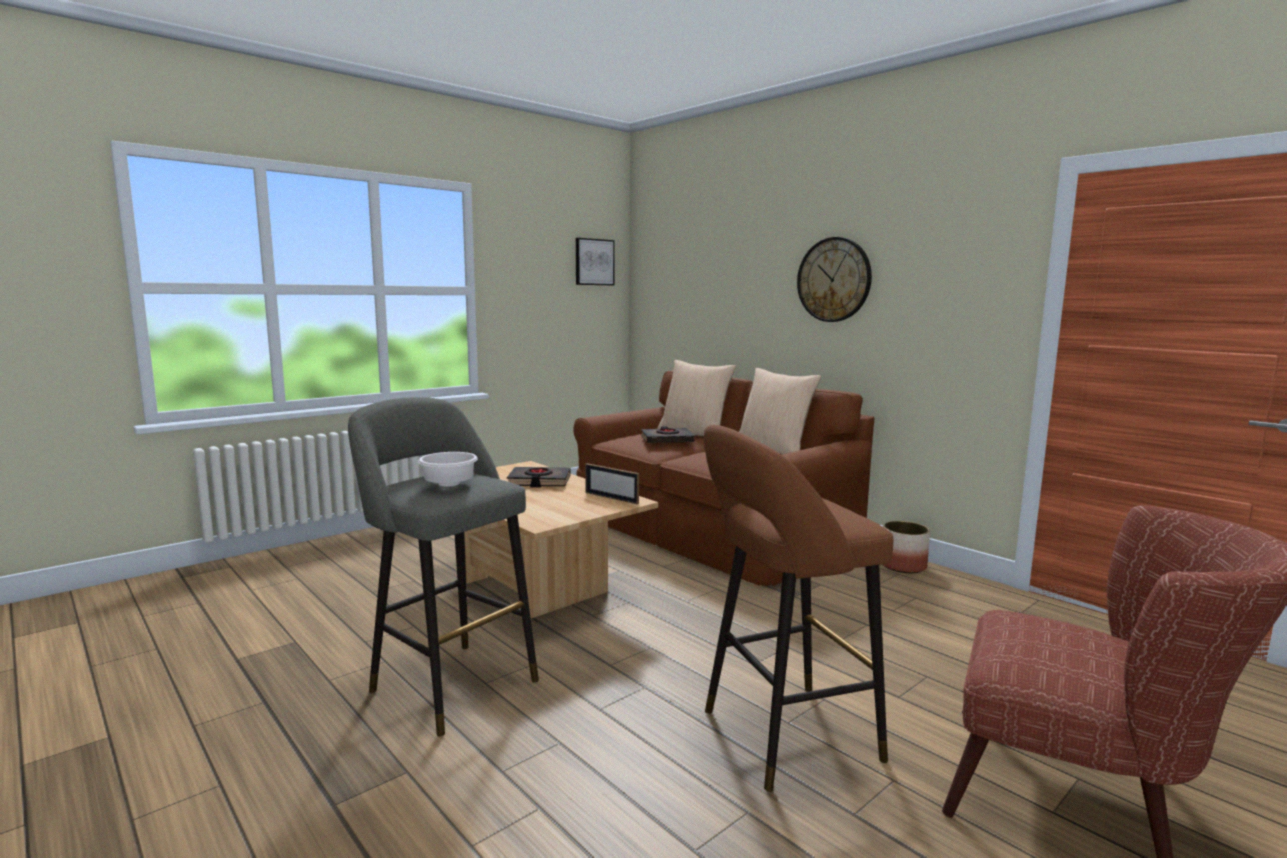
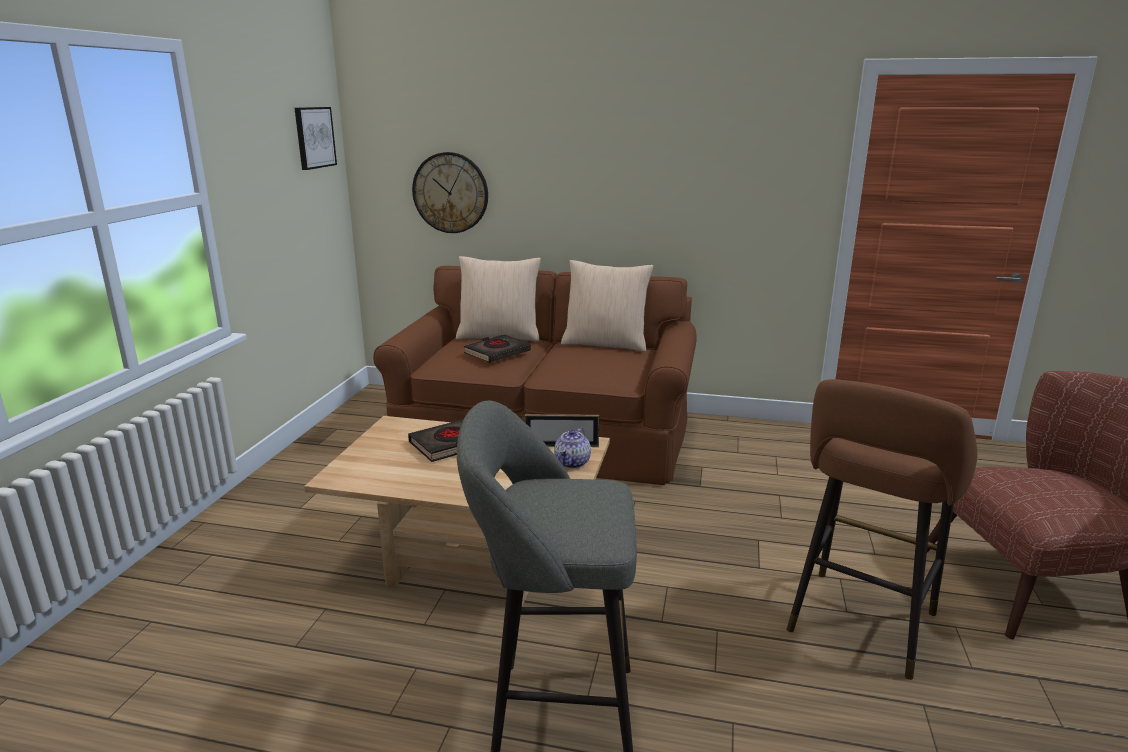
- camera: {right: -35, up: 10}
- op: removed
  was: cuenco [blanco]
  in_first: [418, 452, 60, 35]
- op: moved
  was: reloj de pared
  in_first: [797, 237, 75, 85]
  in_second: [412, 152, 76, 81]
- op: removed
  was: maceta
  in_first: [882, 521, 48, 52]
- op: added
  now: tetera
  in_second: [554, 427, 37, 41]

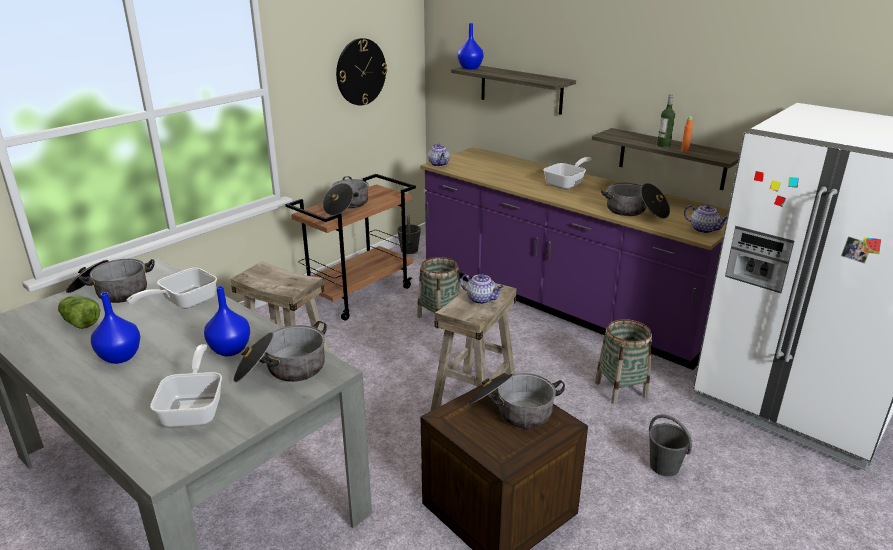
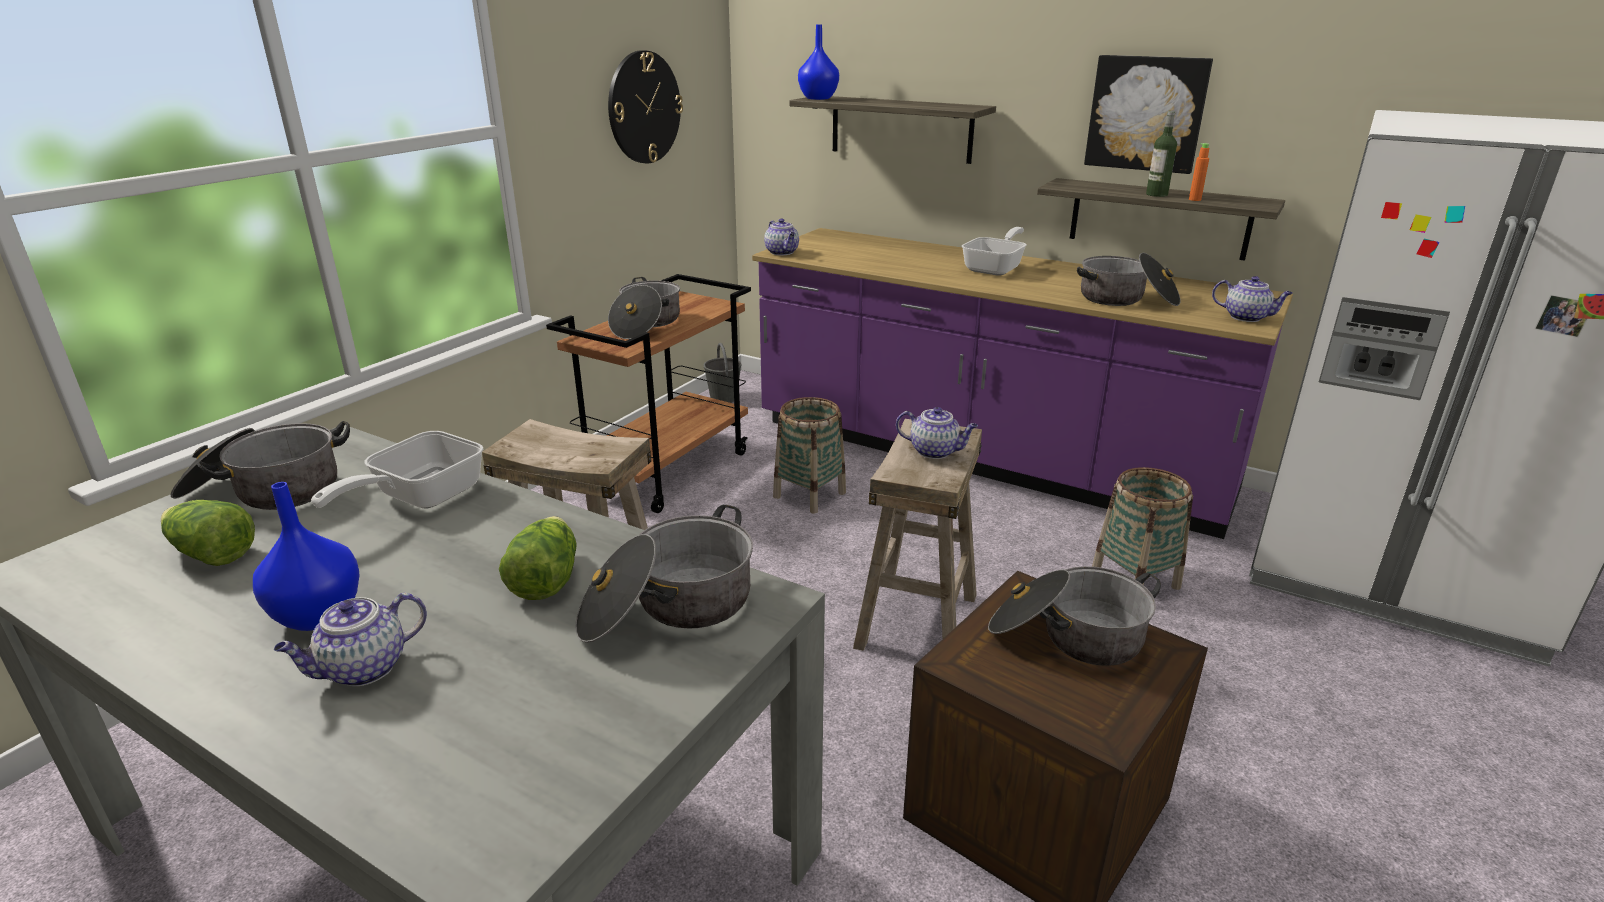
- camera: {right: -10, up: 0}
- op: removed
  was: sartén
  in_first: [150, 344, 72, 83]
- op: replaced
  was: florero [azul]
  now: lechuga
  in_first: [204, 286, 46, 70]
  in_second: [499, 516, 77, 84]
- op: removed
  was: cubo [gris]
  in_first: [649, 415, 43, 62]
- op: added
  now: tetera
  in_second: [274, 593, 153, 93]
- op: added
  now: cuadro
  in_second: [1084, 55, 129, 119]

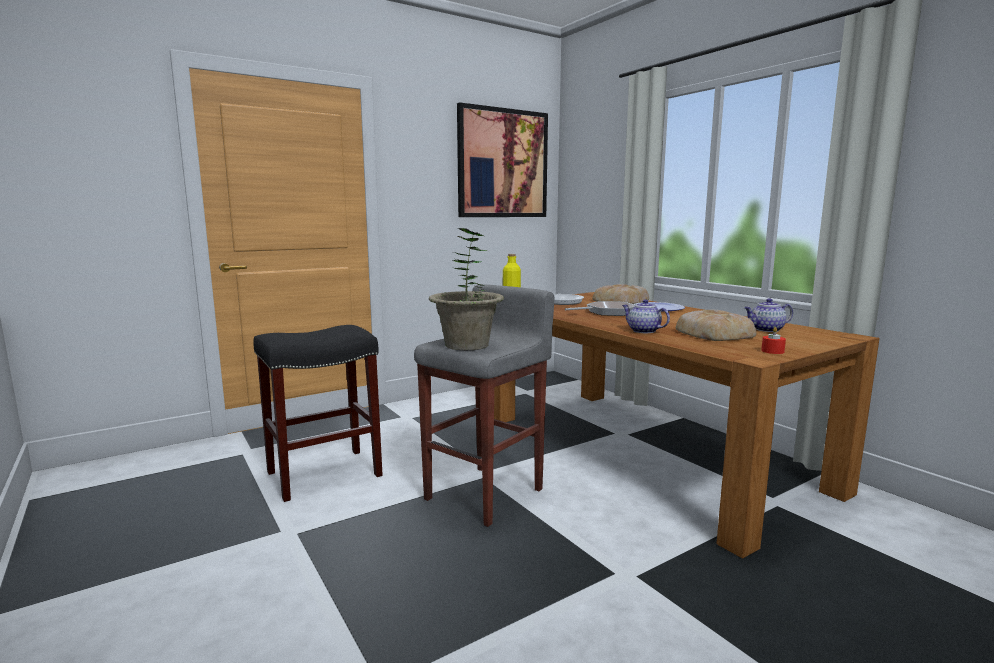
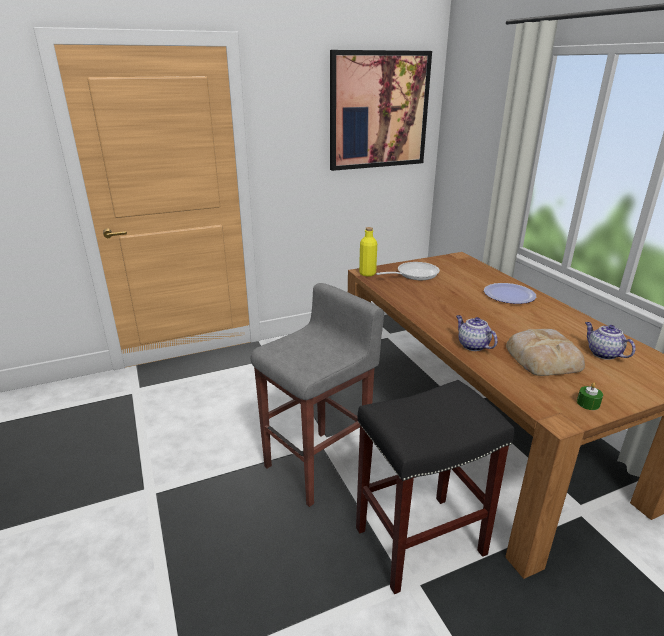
- camera: {right: 10, up: 15}
- op: moved
  was: taburete [negro]
  in_first: [253, 325, 130, 177]
  in_second: [356, 380, 158, 214]
- op: removed
  was: planta en maceta
  in_first: [429, 228, 75, 122]
- op: removed
  was: sartén
  in_first: [565, 301, 70, 15]
- op: removed
  was: pan
  in_first: [592, 284, 57, 20]
- op: turned
  was: tetera
  in_first: [744, 298, 49, 34]
  in_second: [585, 322, 51, 38]
  clockwise: 60
- op: recoloured
  was: vela [rojo]
  now: vela [verde]
  in_first: [761, 327, 25, 27]
  in_second: [577, 383, 26, 27]

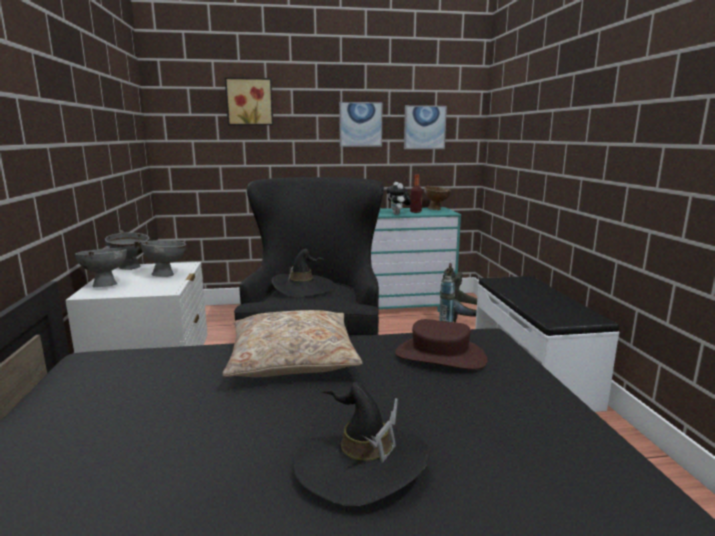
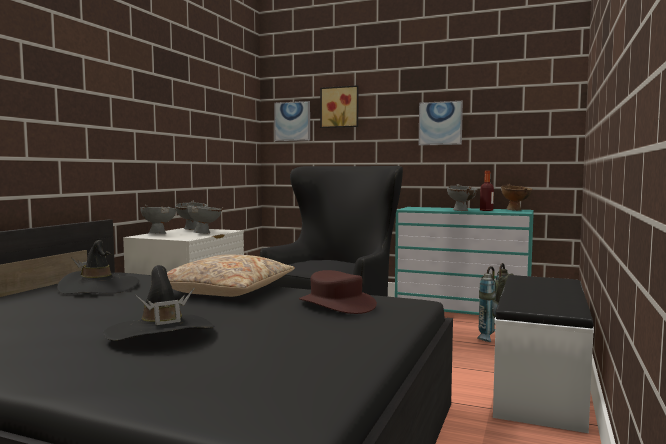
- camera: {right: 30, up: -10}
- op: moved
  was: sombrero [negro]
  in_first: [272, 249, 63, 49]
  in_second: [57, 240, 82, 54]
- op: replaced
  was: peluche
  now: cuenco [gris]
  in_first: [386, 182, 25, 33]
  in_second: [447, 184, 31, 27]
- op: moved
  was: cuadro
  in_first: [404, 105, 43, 44]
  in_second: [274, 101, 36, 40]

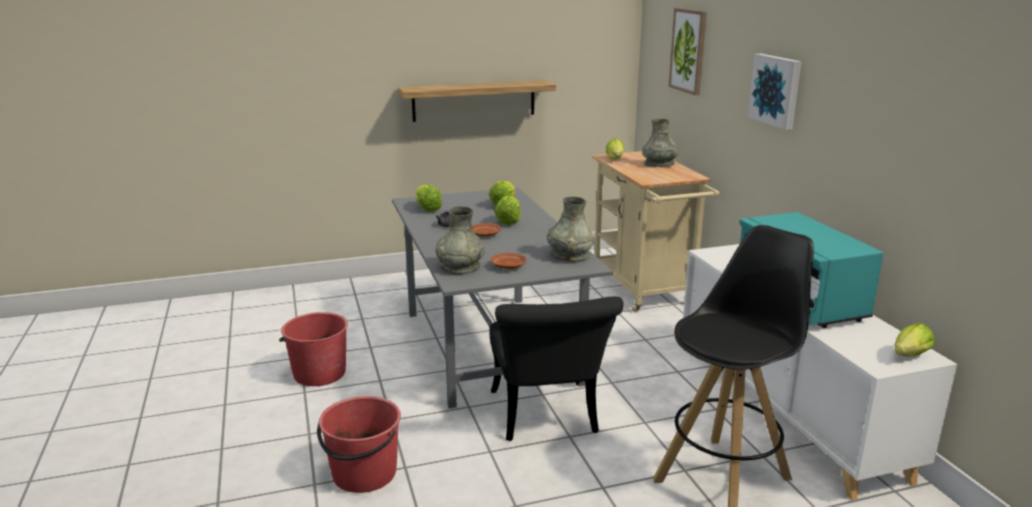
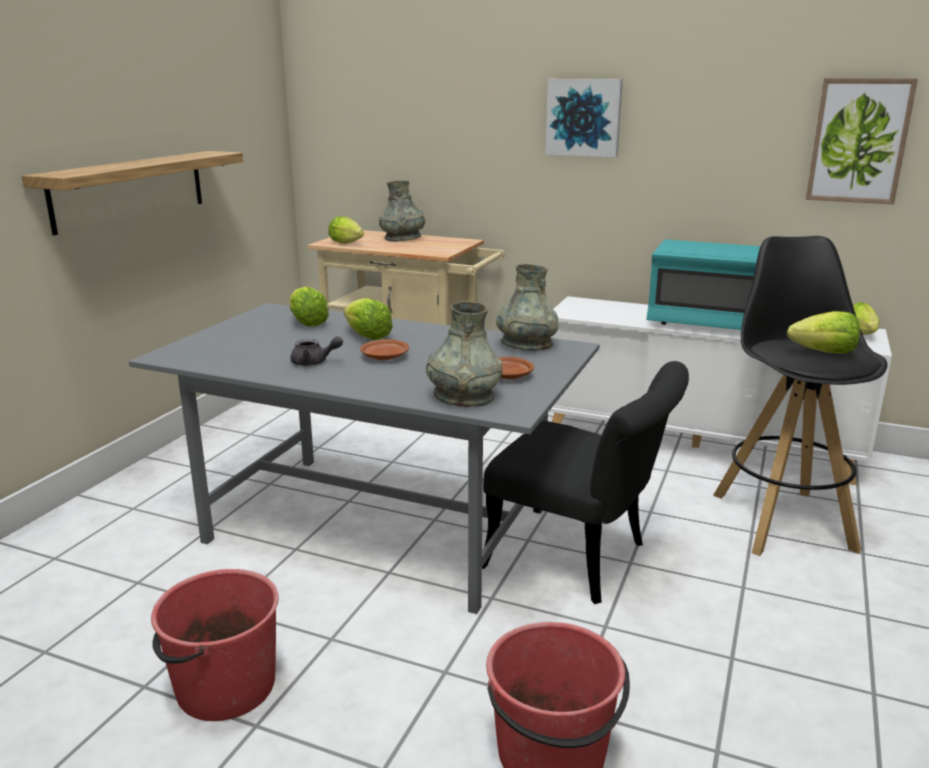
- camera: {right: -50, up: 0}
- op: moved
  was: lechuga
  in_first: [415, 184, 27, 28]
  in_second: [787, 311, 73, 43]
- op: moved
  was: cuadro
  in_first: [669, 8, 38, 87]
  in_second: [806, 78, 112, 126]

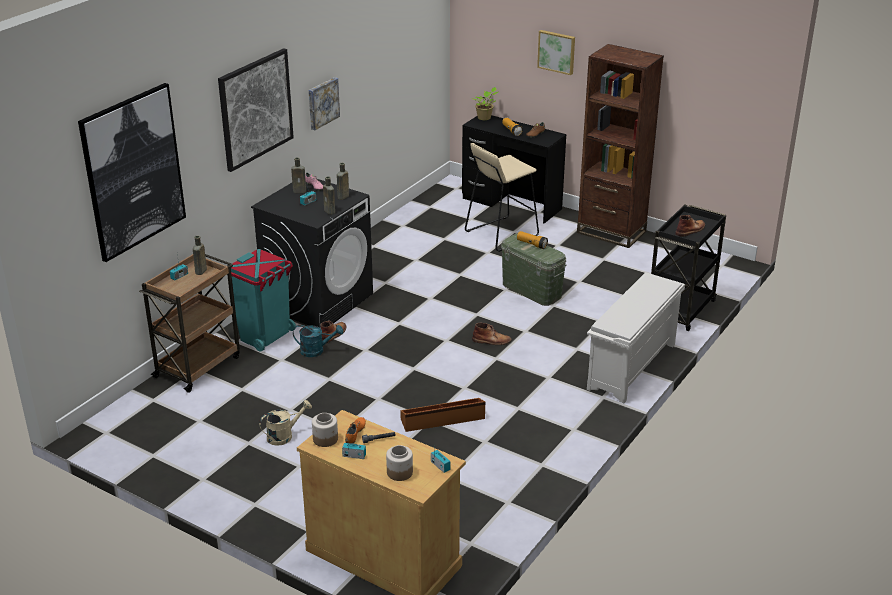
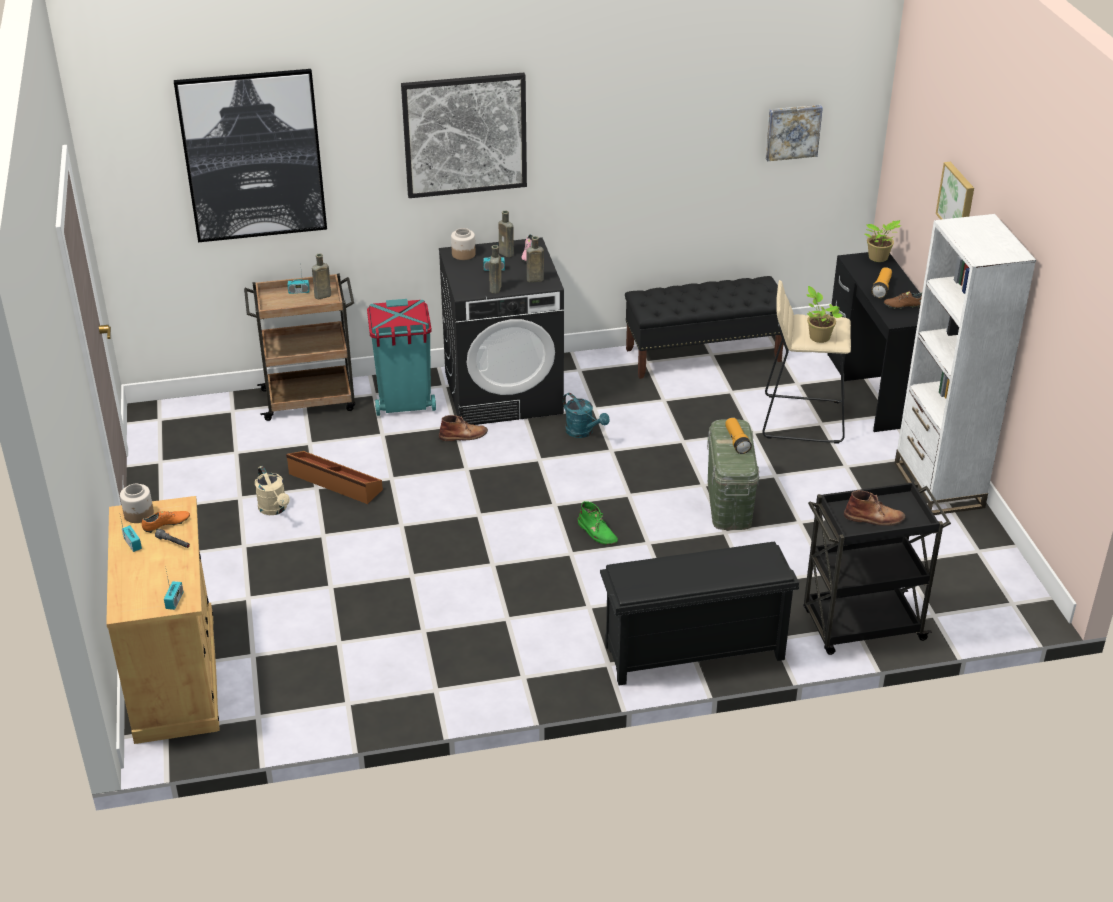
- camera: {right: 45, up: 5}
- op: turned
  was: regadera [beis]
  in_first: [259, 400, 53, 46]
  in_second: [255, 466, 35, 49]
  clockwise: 45
- op: moved
  was: regadera [turquesa]
  in_first: [293, 325, 50, 32]
  in_second: [563, 393, 46, 45]
- op: moved
  was: cuadro
  in_first: [309, 77, 31, 53]
  in_second: [765, 105, 58, 56]
- op: moved
  was: tarro
  in_first: [386, 445, 27, 36]
  in_second: [451, 228, 25, 32]
- op: moved
  was: caja de almacenaje [marrón]
  in_first: [400, 398, 85, 34]
  in_second: [286, 451, 97, 53]
- op: recoloured
  was: bota [marrón]
  now: bota [verde]
  in_first: [472, 323, 40, 22]
  in_second: [577, 501, 41, 44]
- op: recoloured
  was: estantería [marrón]
  now: estantería [blanco]
  in_first: [577, 44, 87, 204]
  in_second: [894, 214, 142, 301]
- op: recoloured
  was: zapatero [blanco]
  now: zapatero [negro]
  in_first: [587, 272, 98, 131]
  in_second: [600, 542, 199, 143]
- op: added
  now: banco [negro]
  in_second: [625, 276, 158, 103]
- op: added
  now: planta en maceta
  in_second: [806, 286, 37, 57]

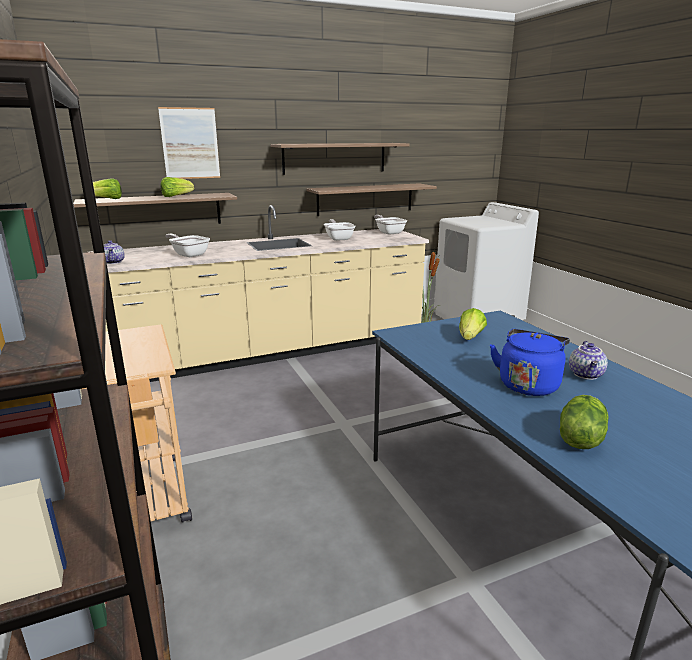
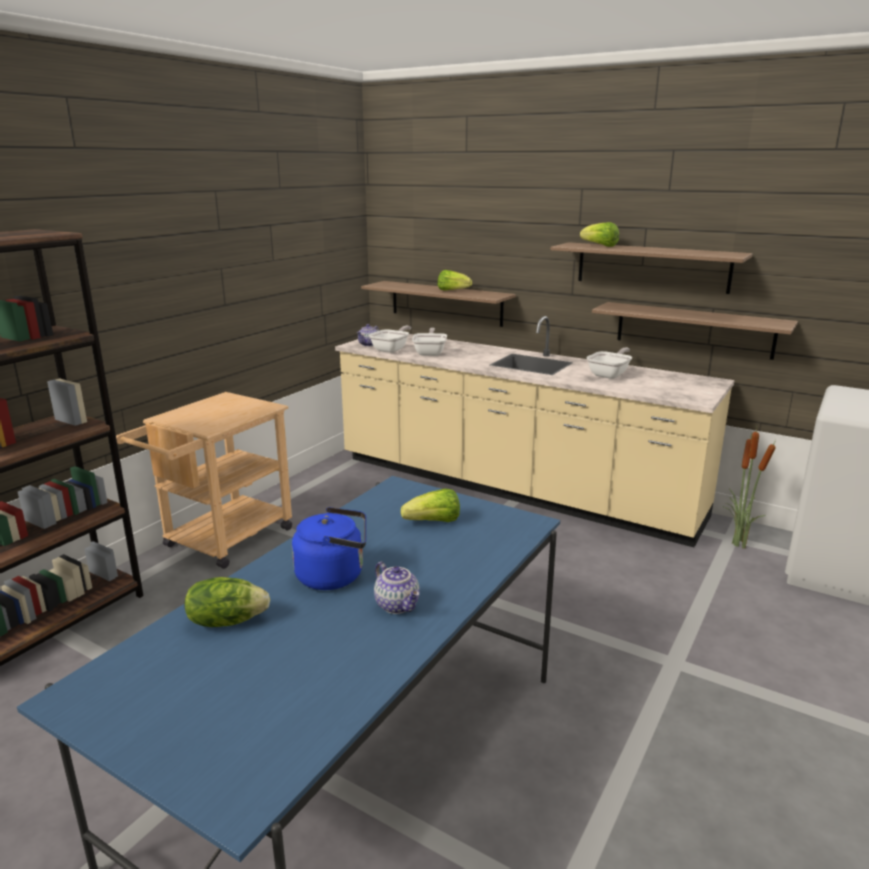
- camera: {right: 55, up: 0}
- op: moved
  was: lechuga
  in_first: [93, 178, 29, 21]
  in_second: [580, 222, 39, 25]
- op: removed
  was: cuadro
  in_first: [158, 107, 62, 72]
- op: moved
  was: sartén
  in_first: [374, 215, 33, 20]
  in_second: [369, 326, 42, 27]
- op: turned
  was: tetera
  in_first: [569, 341, 39, 39]
  in_second: [374, 562, 46, 52]
  clockwise: -105

